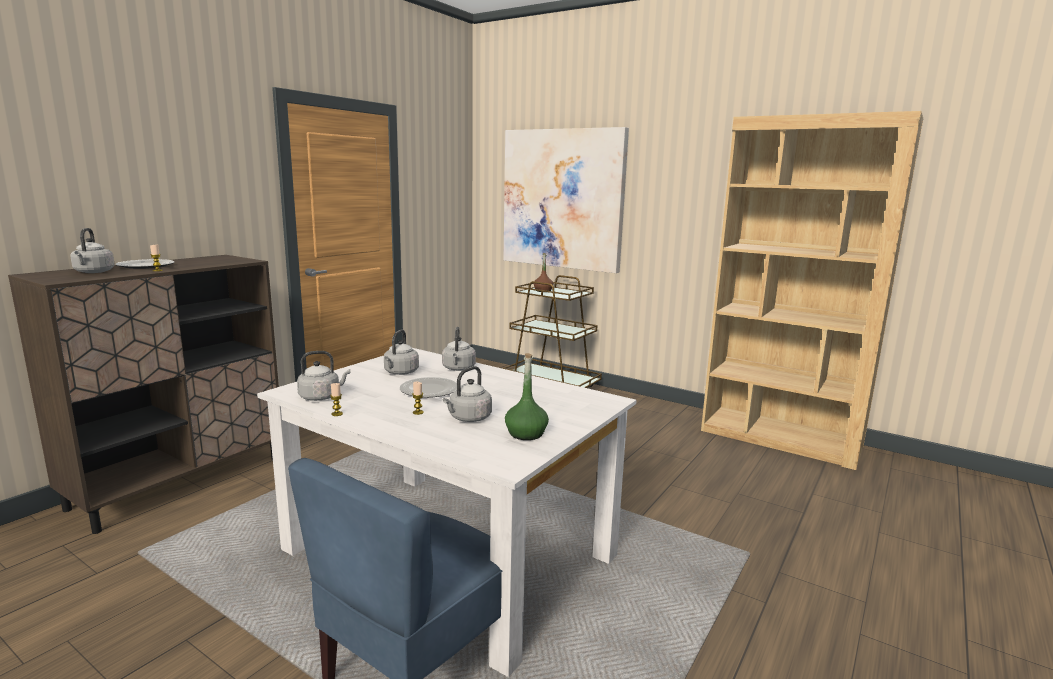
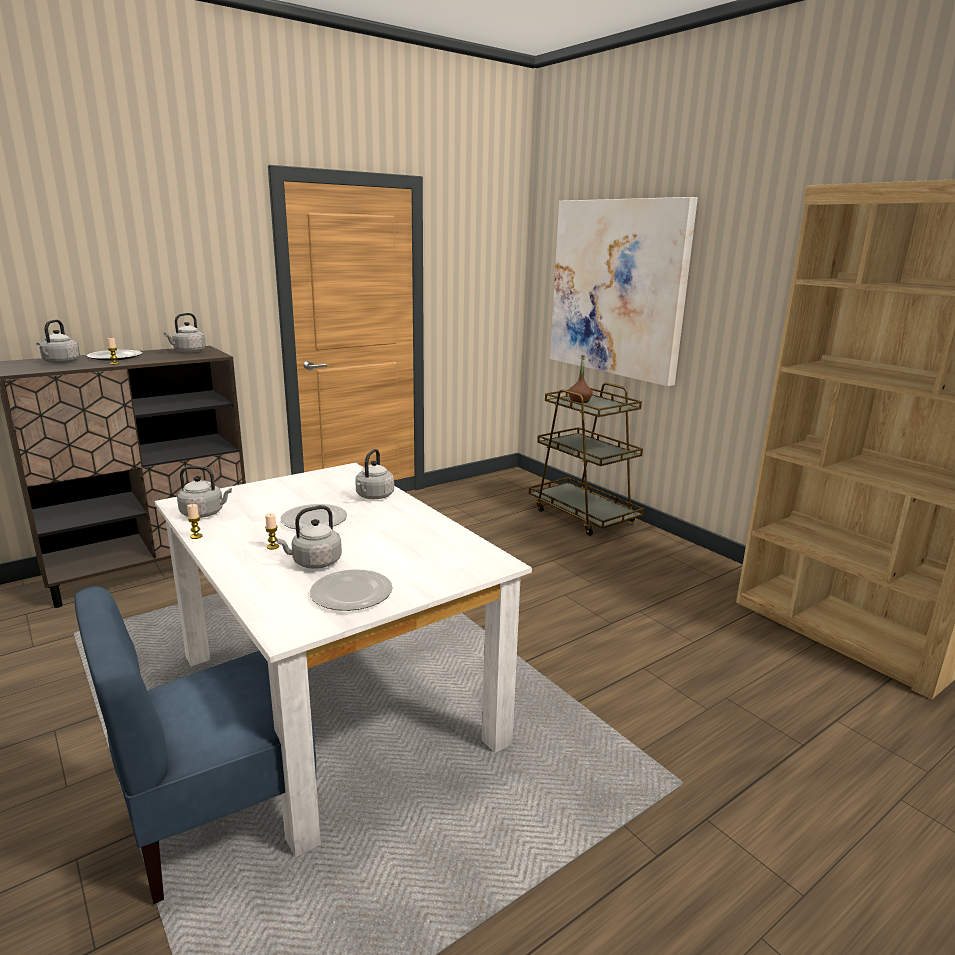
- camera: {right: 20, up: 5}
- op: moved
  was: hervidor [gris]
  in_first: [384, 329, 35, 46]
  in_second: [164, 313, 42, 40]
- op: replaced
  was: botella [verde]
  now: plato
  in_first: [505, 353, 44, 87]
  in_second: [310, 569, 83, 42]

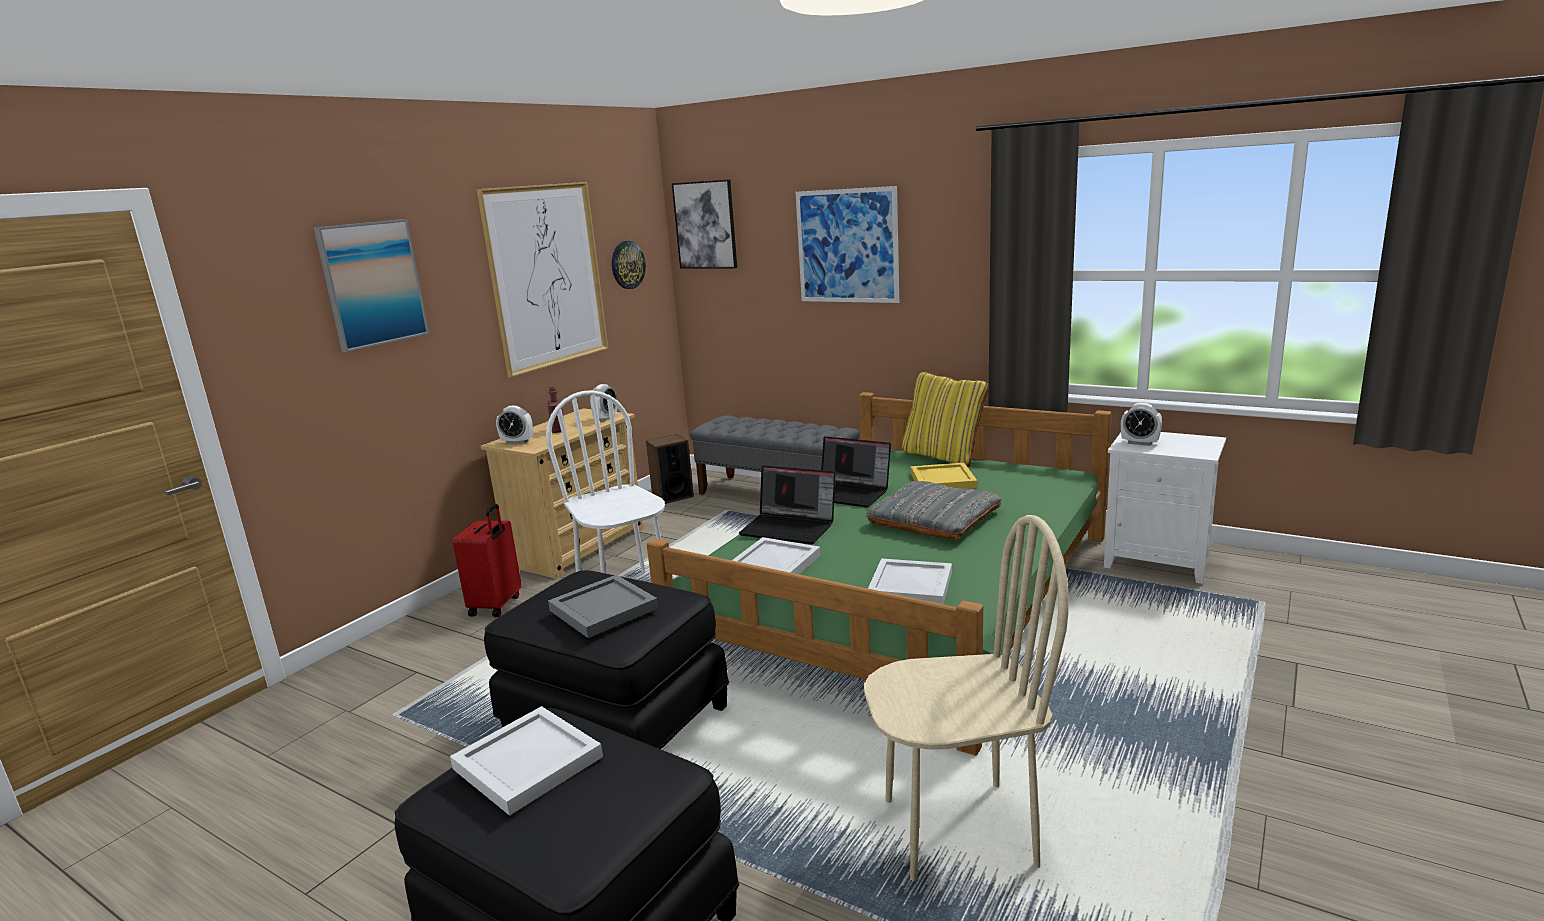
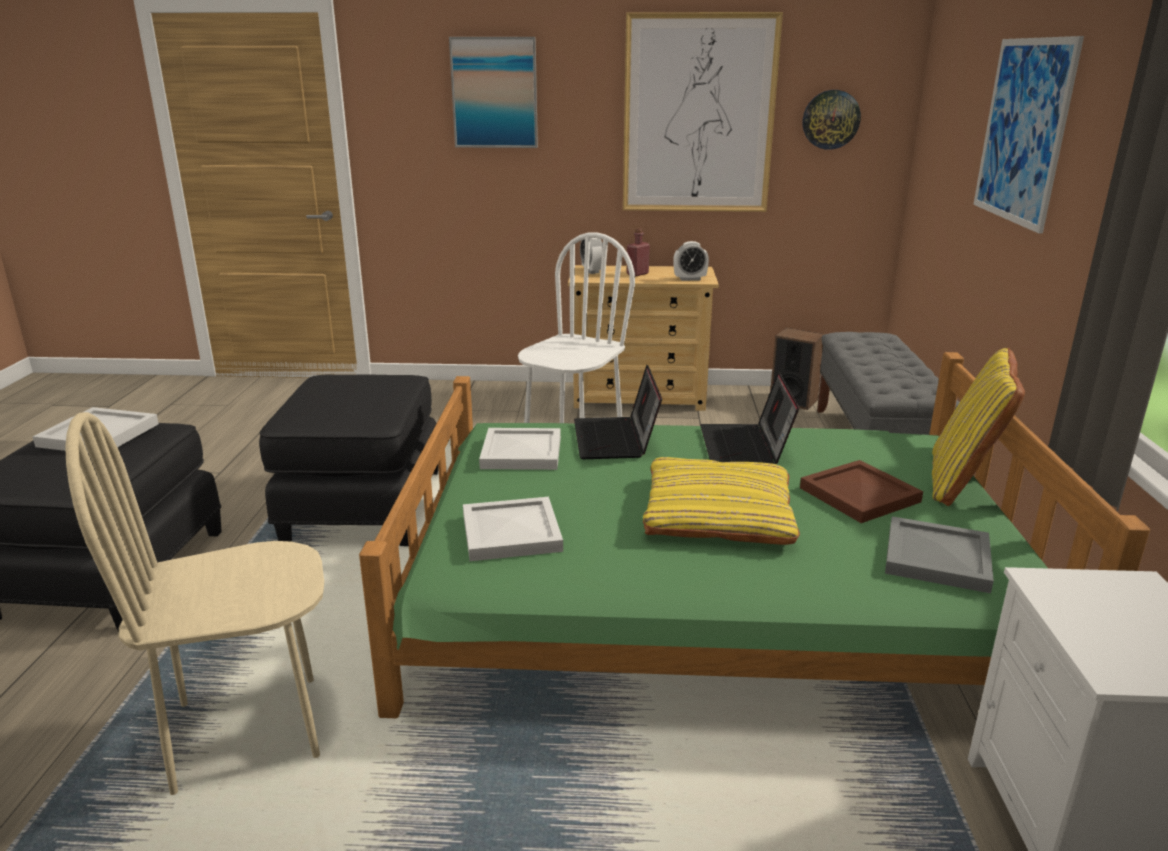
- camera: {right: 60, up: 5}
- op: removed
  was: maleta [rojo]
  in_first: [453, 504, 68, 113]
- op: moved
  was: bandeja [gris]
  in_first: [548, 575, 110, 63]
  in_second: [885, 516, 109, 77]
- op: removed
  was: cuadro
  in_first: [672, 179, 65, 90]
- op: turned
  was: silla [beis]
  in_first: [864, 515, 205, 366]
  in_second: [65, 412, 259, 383]
  clockwise: 105
- op: recoloured
  was: cojín [gris]
  now: cojín [amarillo]
  in_first: [866, 481, 136, 59]
  in_second: [643, 457, 157, 88]
- op: recoloured
  was: bandeja [amarillo]
  now: bandeja [marrón]
  in_first: [911, 463, 66, 26]
  in_second: [800, 460, 123, 63]
- op: removed
  was: despertador
  in_first: [1121, 403, 41, 43]

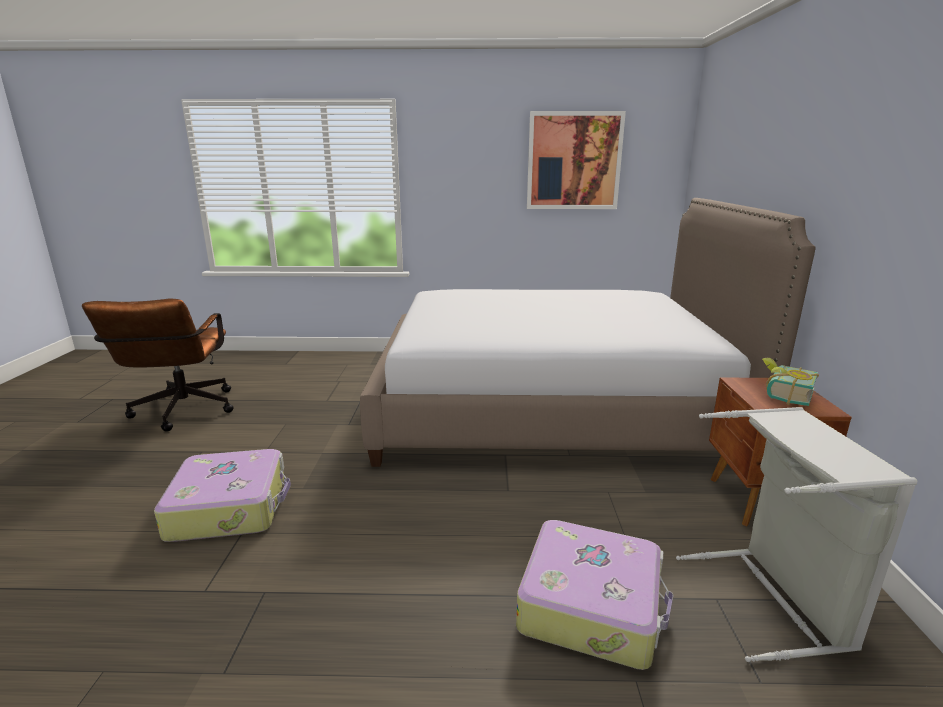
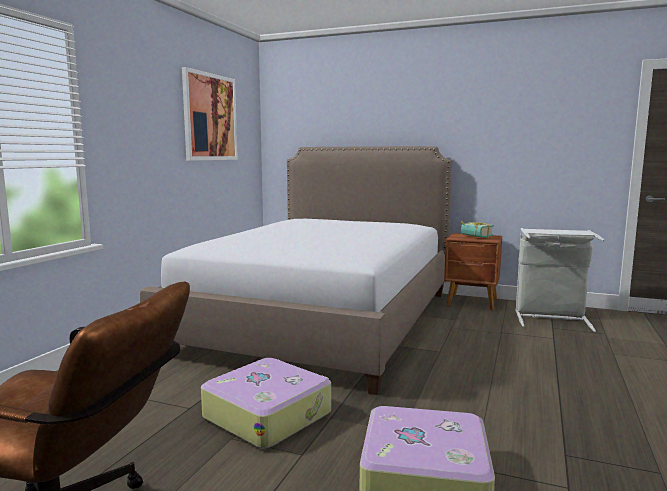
- camera: {right: -70, up: -10}
- op: moved
  was: maleta
  in_first: [516, 520, 158, 150]
  in_second: [201, 358, 130, 91]

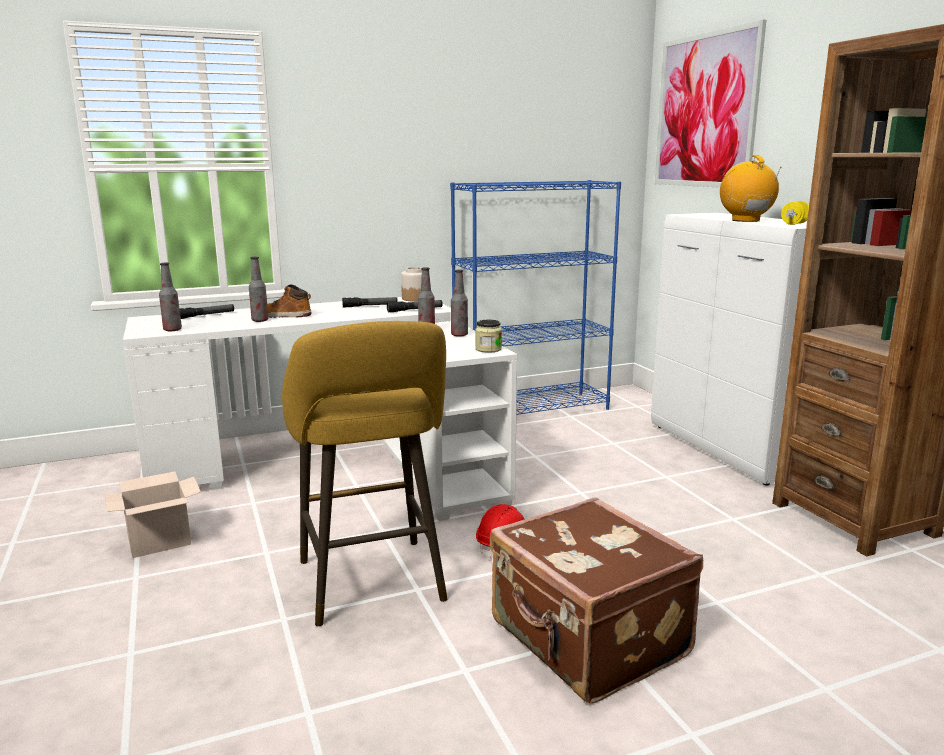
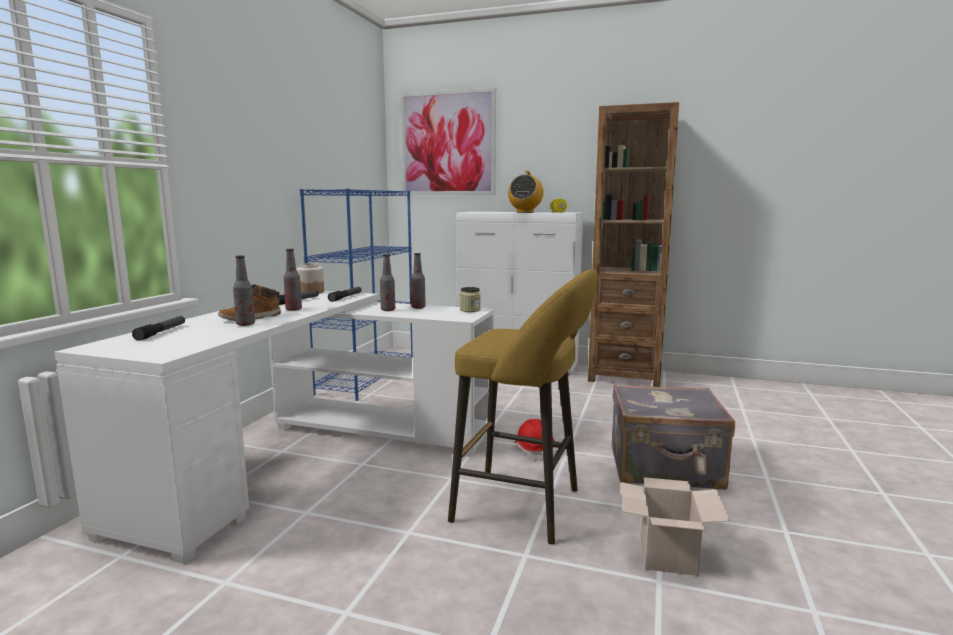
- camera: {right: -50, up: -5}
- op: moved
  was: caja de cartón
  in_first: [104, 472, 97, 86]
  in_second: [620, 477, 110, 99]
- op: moved
  was: botella
  in_first: [159, 263, 23, 68]
  in_second: [284, 249, 18, 62]
- op: recoloured
  was: maleta [marrón]
  now: maleta [gris]
  in_first: [490, 497, 213, 207]
  in_second: [611, 384, 124, 106]
- op: turned
  was: radio
  in_first: [720, 155, 62, 67]
  in_second: [508, 171, 35, 42]
  clockwise: -105

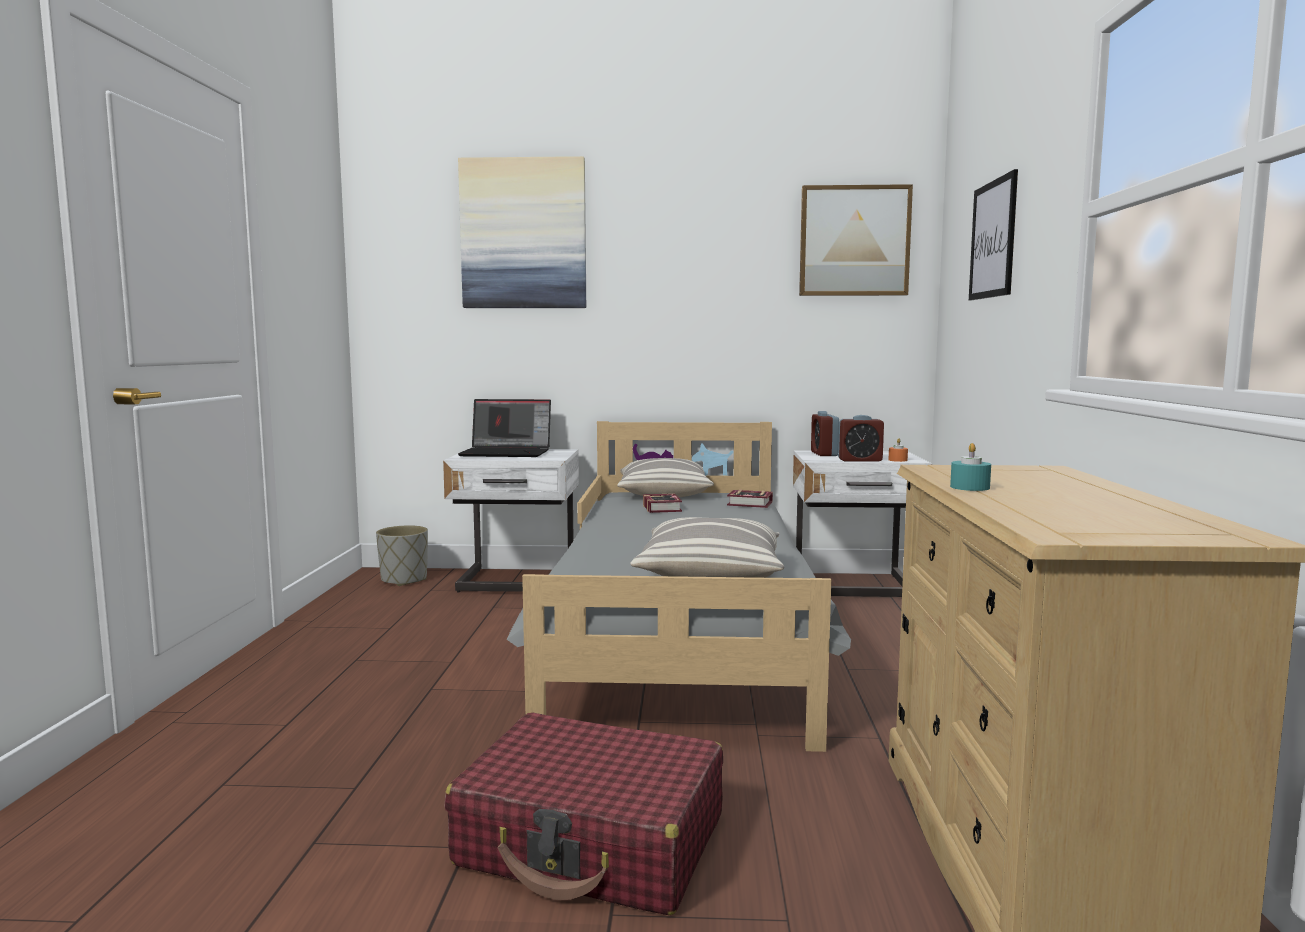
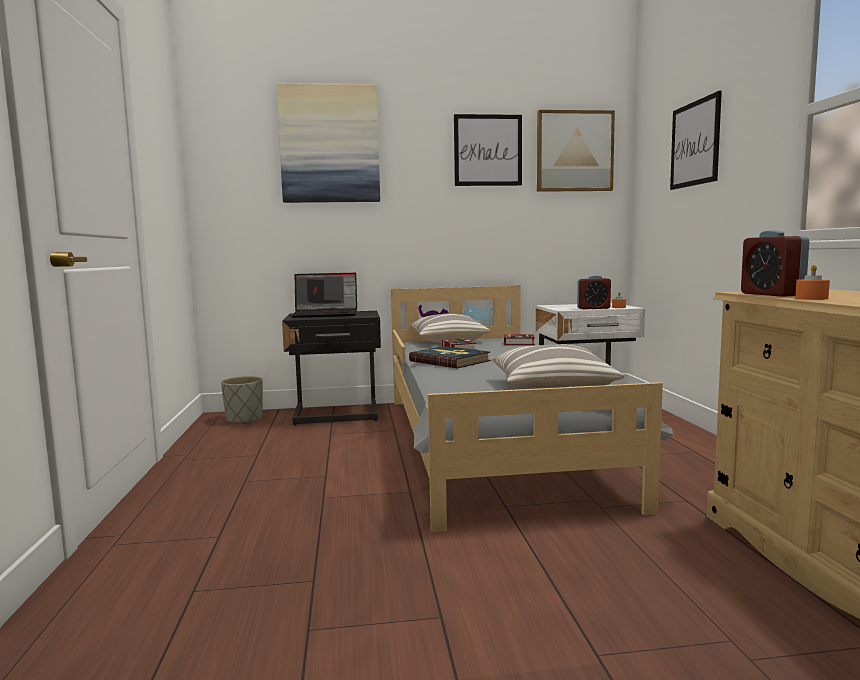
- camera: {right: -10, up: 0}
- op: recoloured
  was: mesita de noche [blanco]
  now: mesita de noche [negro]
  in_first: [443, 448, 136, 145]
  in_second: [282, 311, 99, 115]
- op: removed
  was: maleta [rojo]
  in_first: [445, 712, 278, 203]
- op: moved
  was: despertador
  in_first: [811, 411, 28, 45]
  in_second: [741, 230, 68, 67]
- op: recoloured
  was: vela [turquesa]
  now: vela [naranja]
  in_first: [950, 443, 41, 48]
  in_second: [795, 265, 35, 35]
- op: added
  now: libro
  in_second: [409, 346, 82, 23]
- op: added
  now: cuadro
  in_second: [454, 114, 68, 72]

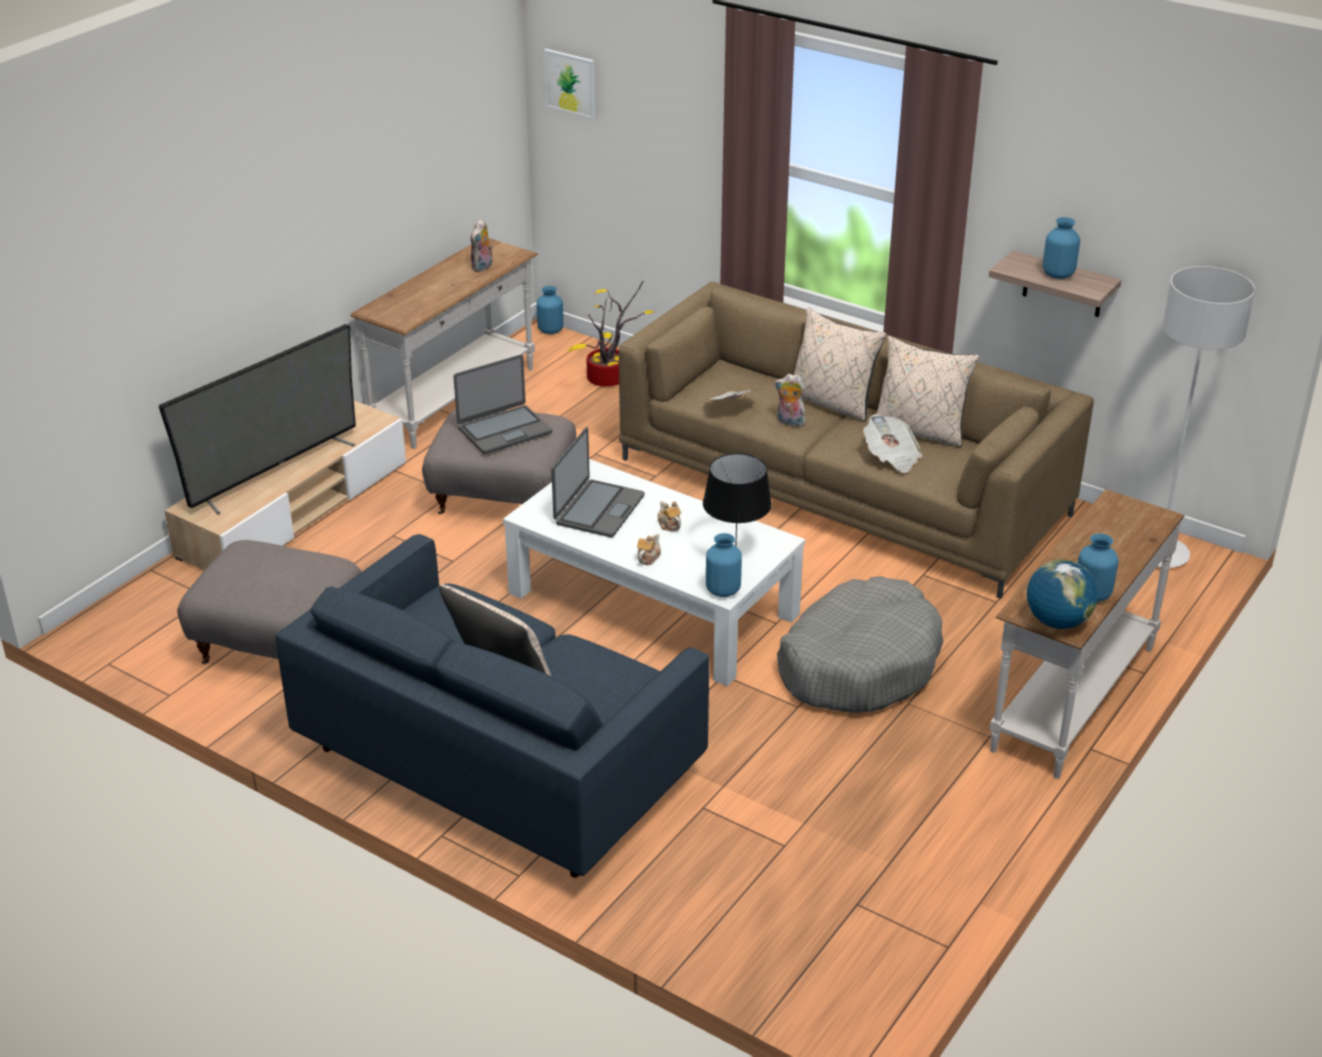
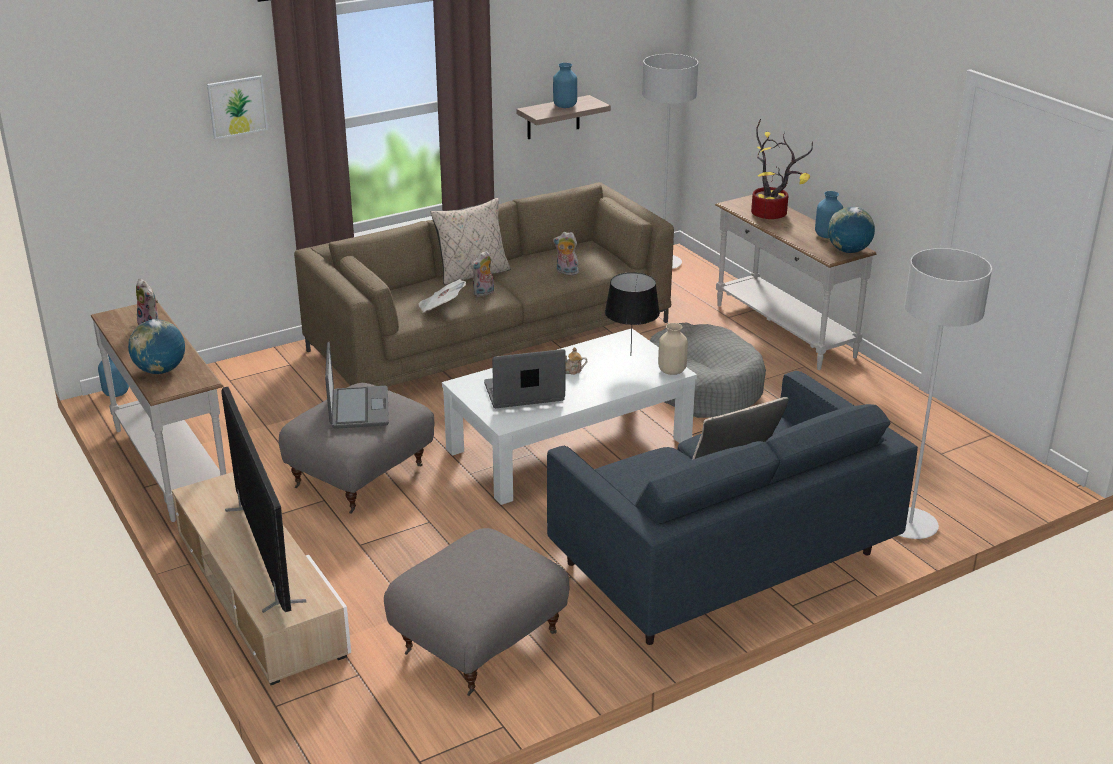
- camera: {right: -65, up: -5}
- op: moved
  was: cuadro
  in_first: [544, 49, 51, 69]
  in_second: [207, 75, 61, 64]
- op: turned
  was: portátil
  in_first: [551, 427, 94, 110]
  in_second: [484, 349, 82, 59]
  clockwise: -60
- op: moved
  was: planta en maceta
  in_first: [568, 280, 86, 107]
  in_second: [751, 119, 62, 100]
- op: removed
  was: tetera
  in_first: [637, 534, 24, 31]
- op: recoloured
  was: florero [azul]
  now: florero [beis]
  in_first: [706, 533, 36, 64]
  in_second: [658, 323, 30, 52]
- op: replaced
  was: periódico
  now: peluche
  in_first: [863, 414, 60, 59]
  in_second: [553, 232, 26, 43]
- op: removed
  was: cojín [beis]
  in_first: [876, 336, 103, 111]
- op: added
  now: globo terráqueo
  in_second: [128, 319, 57, 55]
- op: added
  now: lámpara de pie [gris]
  in_second: [898, 248, 94, 291]

